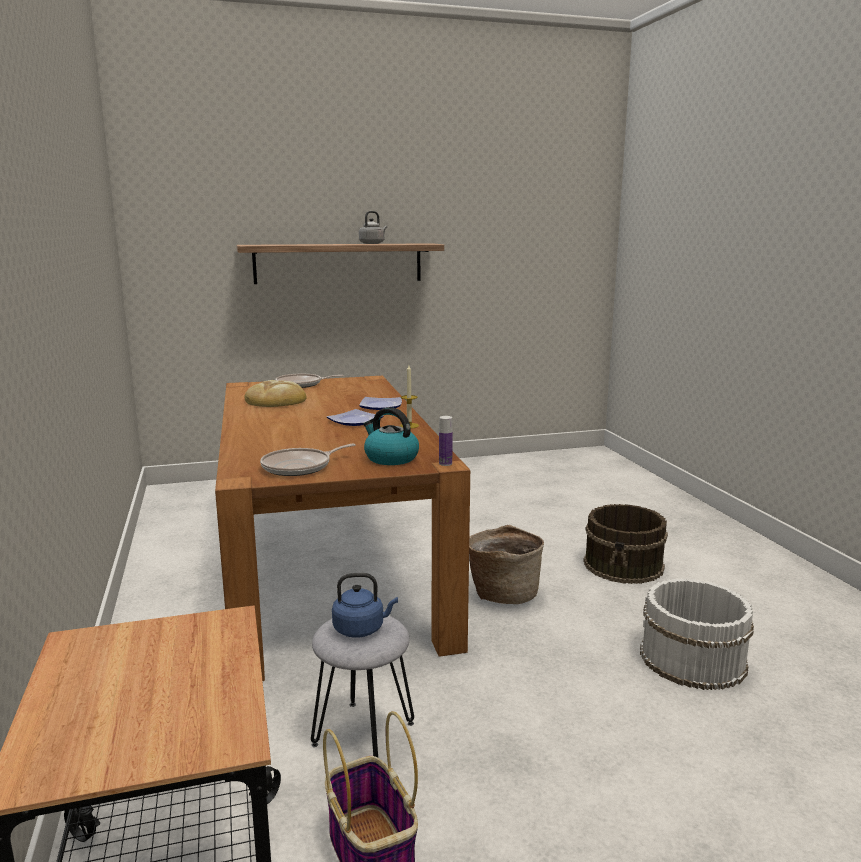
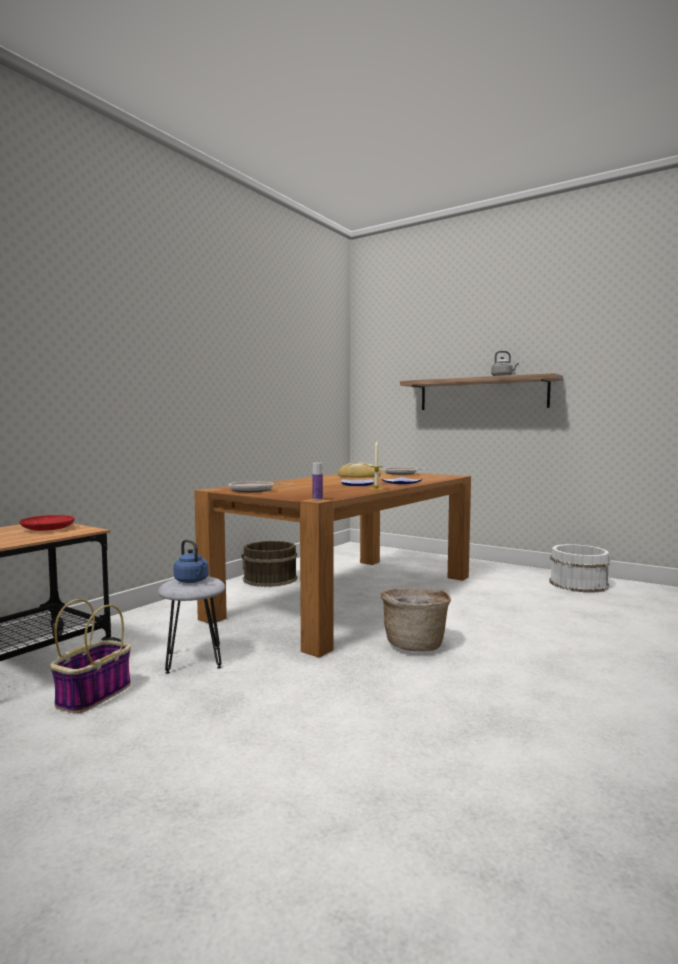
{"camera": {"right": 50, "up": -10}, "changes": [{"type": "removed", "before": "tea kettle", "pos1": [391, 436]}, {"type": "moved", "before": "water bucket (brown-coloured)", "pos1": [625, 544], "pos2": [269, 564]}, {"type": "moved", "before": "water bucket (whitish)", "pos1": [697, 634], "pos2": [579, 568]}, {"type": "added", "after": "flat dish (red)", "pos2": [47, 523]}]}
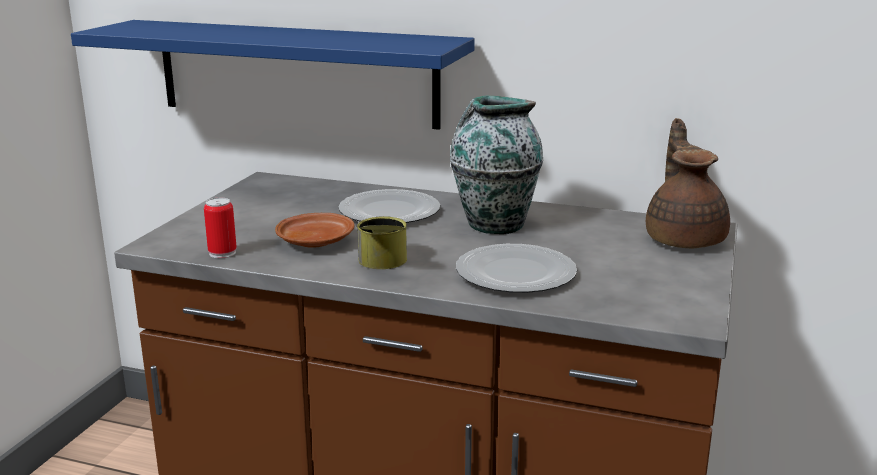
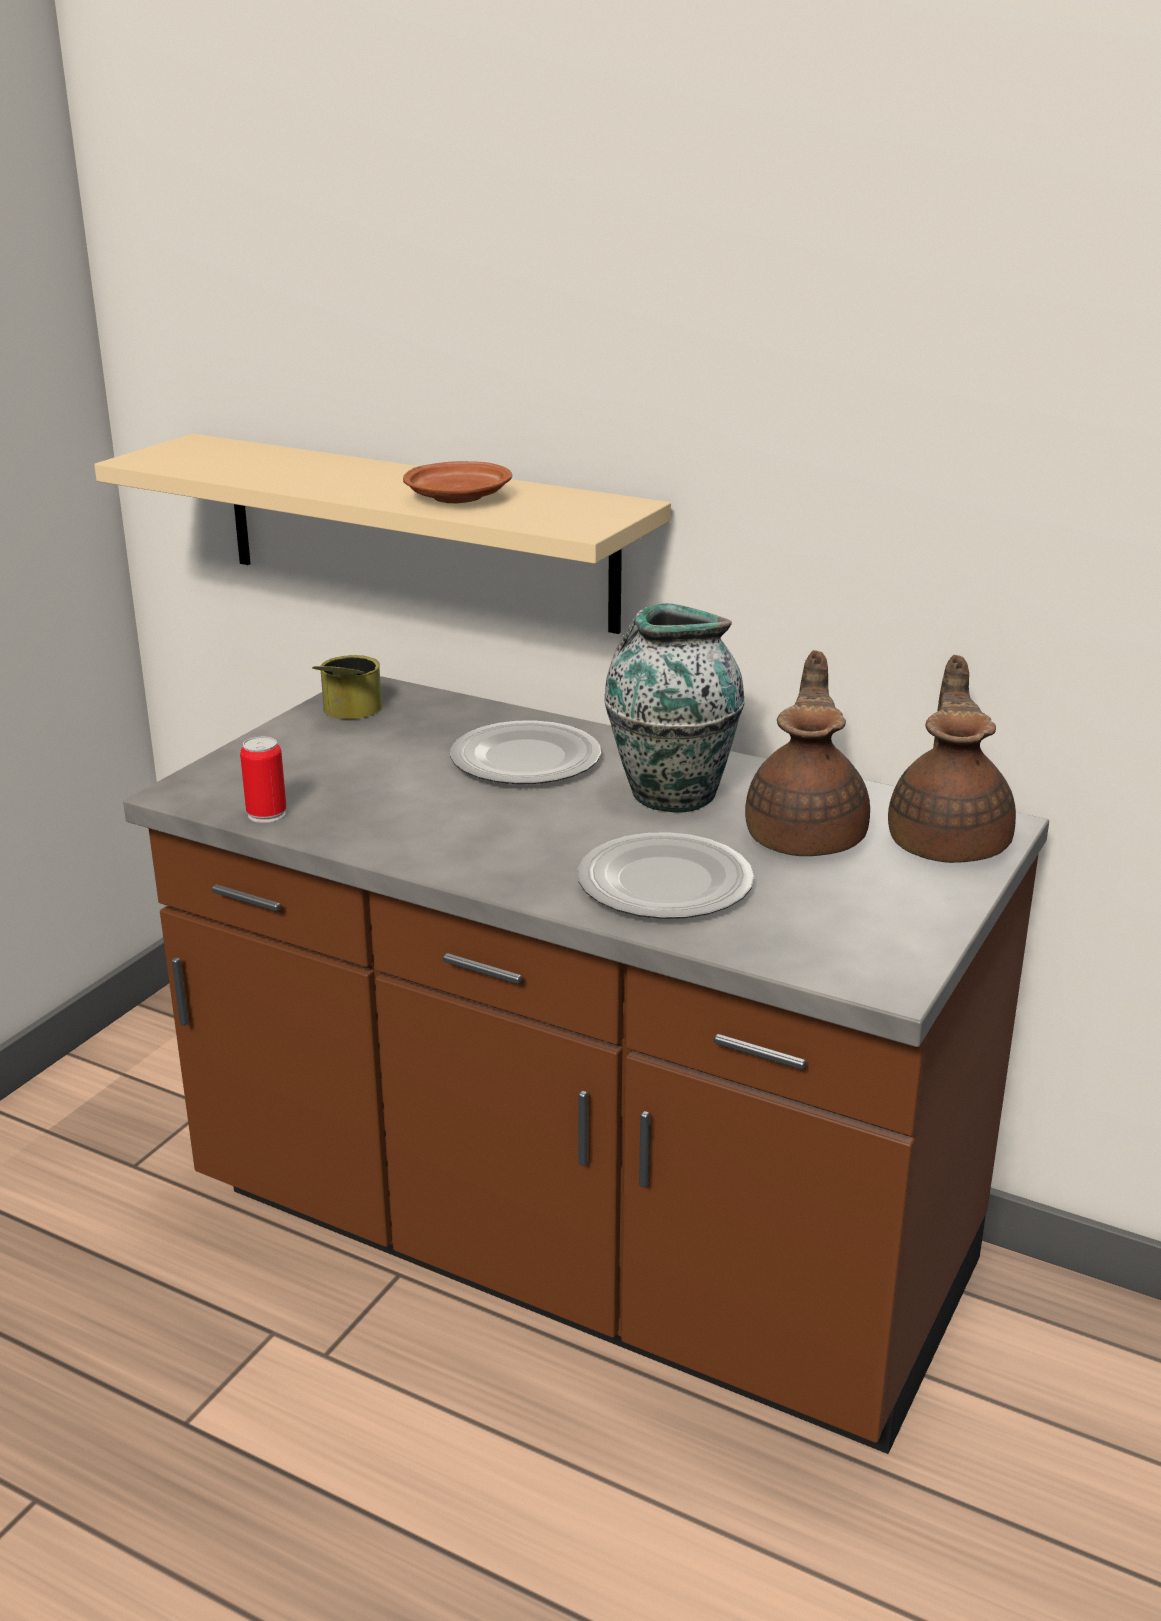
{"camera": {"right": 10, "up": 5}, "changes": [{"type": "recoloured", "before": "wall shelf (blue-coloured)", "after": "wall shelf (beige)", "pos1": [273, 75], "pos2": [382, 534]}, {"type": "moved", "before": "flat dish (brown-coloured)", "pos1": [314, 230], "pos2": [457, 482]}, {"type": "moved", "before": "metal can", "pos1": [382, 242], "pos2": [347, 687]}, {"type": "added", "after": "pot for tea (brown-coloured)", "pos2": [807, 753]}]}
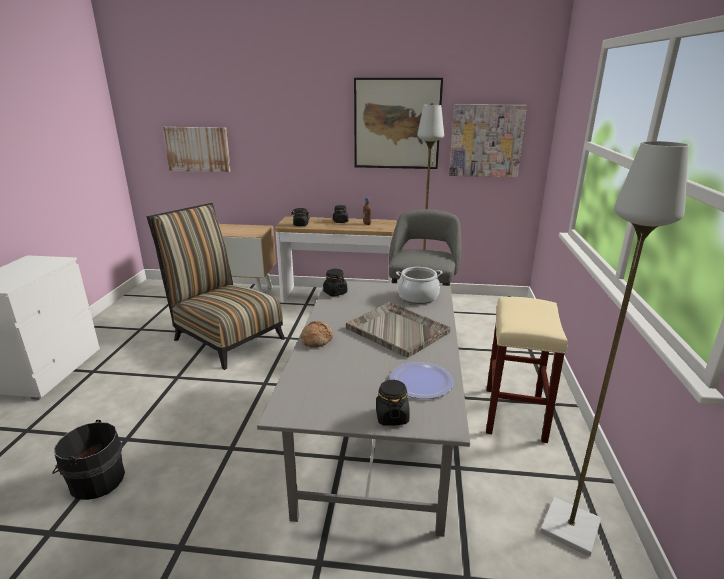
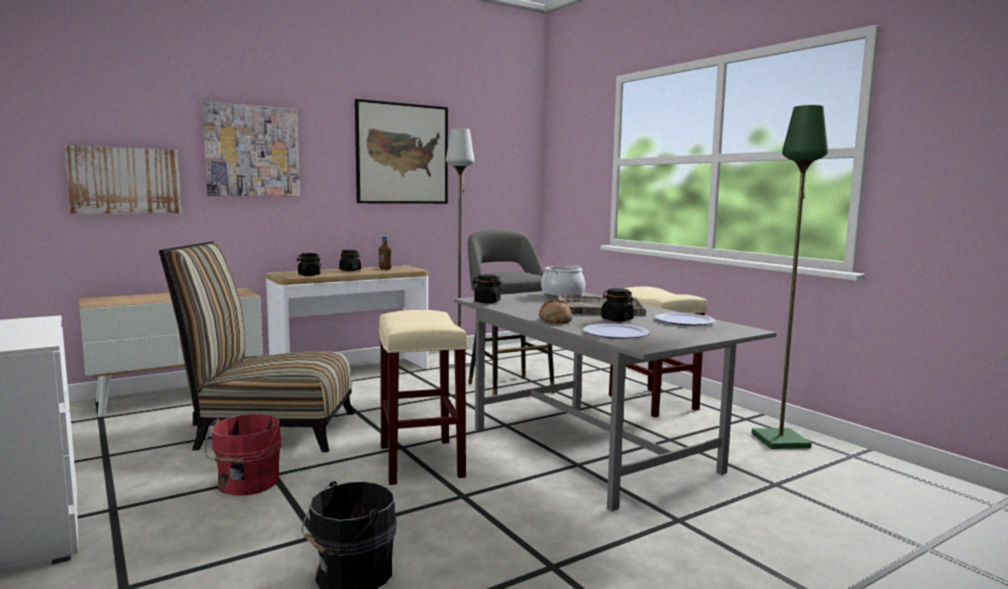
{"camera": {"right": -40, "up": -15}, "changes": [{"type": "moved", "before": "wall picture", "pos1": [488, 140], "pos2": [251, 149]}, {"type": "recoloured", "before": "standard lamp (greyish)", "after": "standard lamp (greenish)", "pos1": [614, 349], "pos2": [790, 277]}, {"type": "moved", "before": "jar (blackish)", "pos1": [393, 402], "pos2": [617, 305]}, {"type": "added", "after": "sitting stool (beige)", "pos2": [423, 397]}, {"type": "added", "after": "flat dish", "pos2": [616, 331]}, {"type": "added", "after": "water bucket (red)", "pos2": [243, 455]}]}
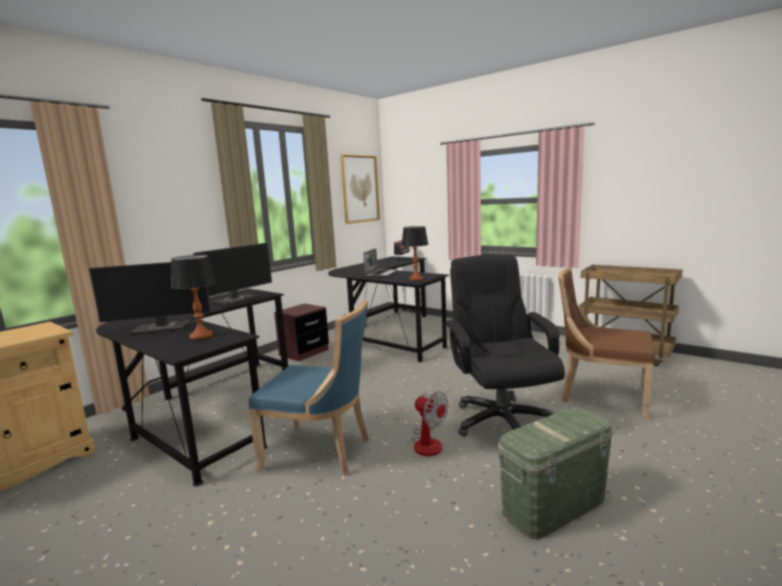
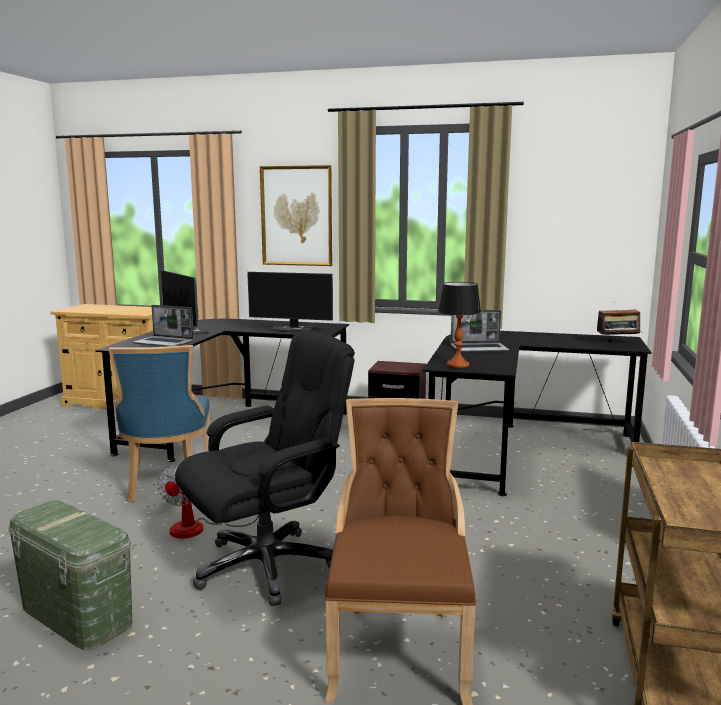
{"camera": {"right": 65, "up": 0}, "changes": [{"type": "moved", "before": "wall picture", "pos1": [360, 189], "pos2": [296, 215]}, {"type": "replaced", "before": "tabletop lamp", "after": "notebook computer", "pos1": [193, 297], "pos2": [163, 326]}]}
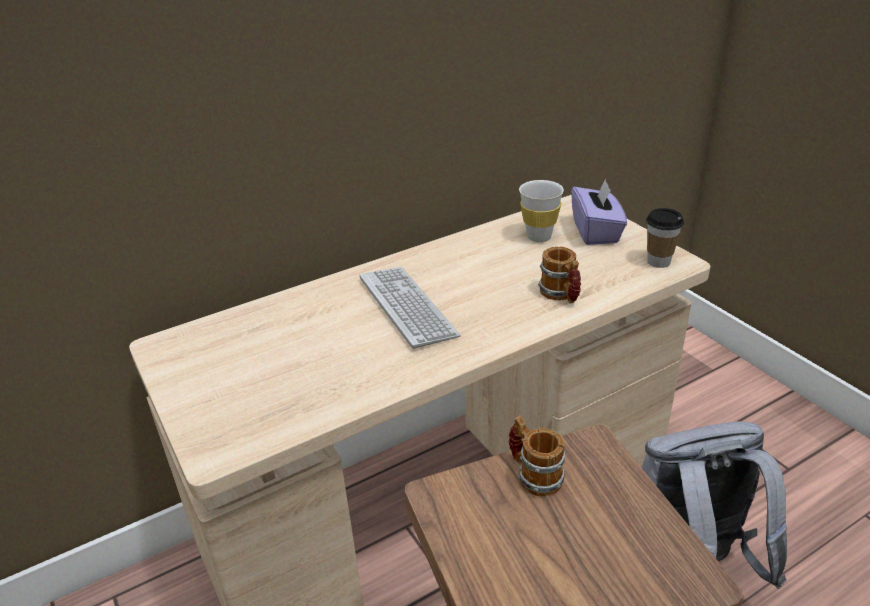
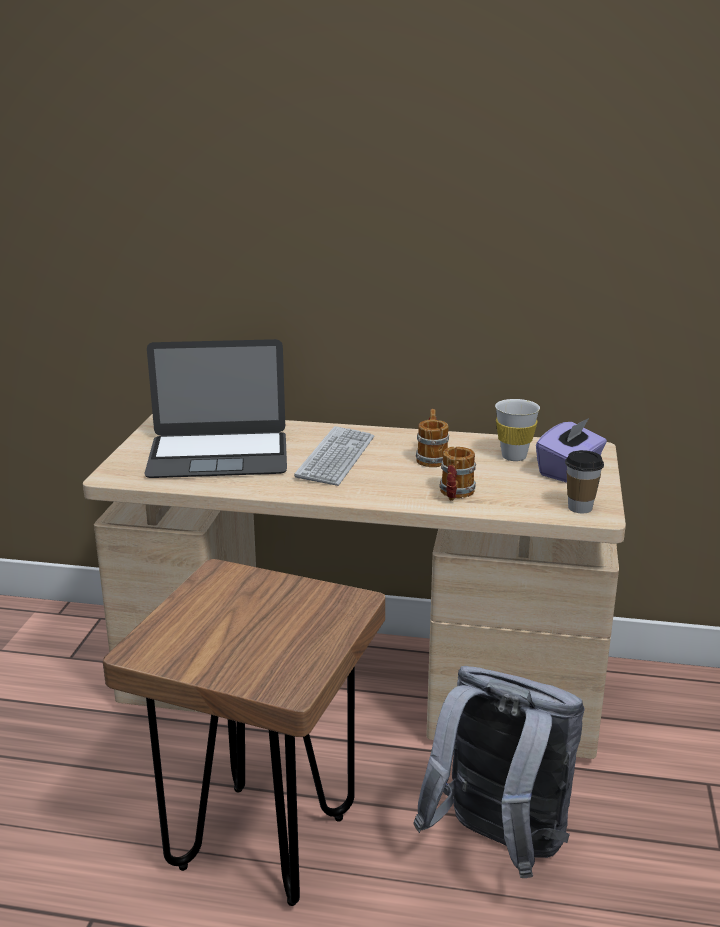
{"camera": {"right": 40, "up": -10}, "changes": [{"type": "moved", "before": "mug", "pos1": [537, 456], "pos2": [432, 438]}, {"type": "added", "after": "notebook computer", "pos2": [215, 408]}]}
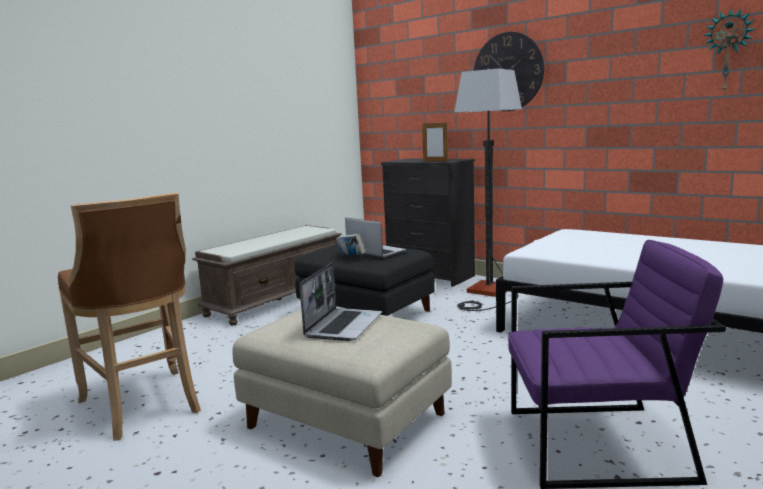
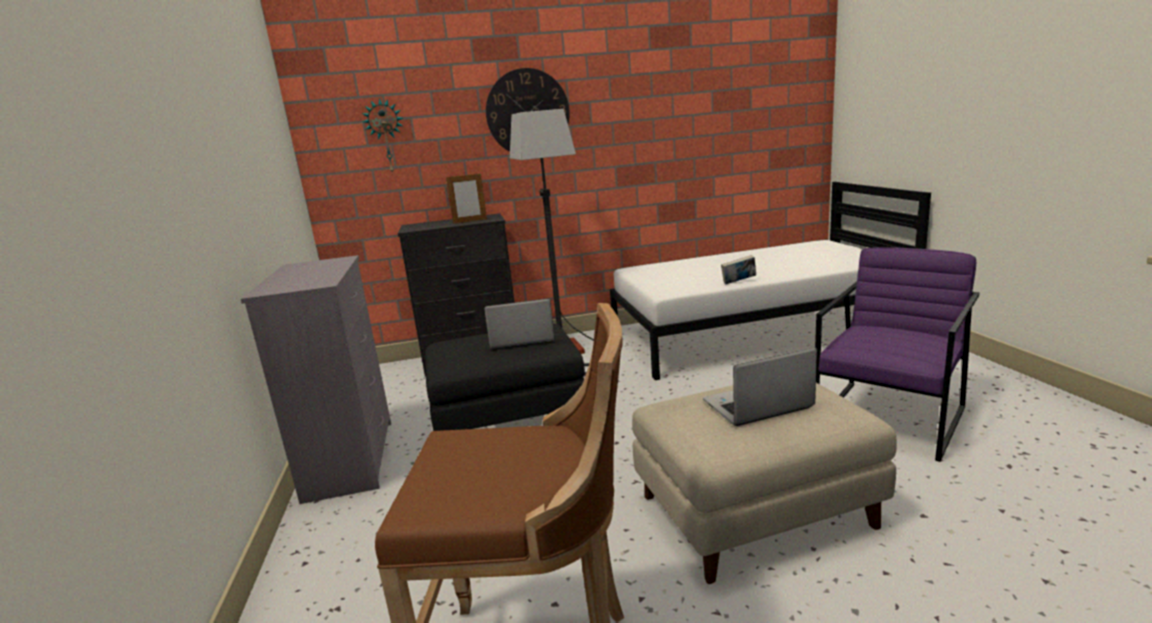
{"camera": {"right": -50, "up": 5}, "changes": [{"type": "moved", "before": "wall clock", "pos1": [730, 50], "pos2": [382, 136]}, {"type": "replaced", "before": "long seat (brown-coloured)", "after": "chest of drawers (greyish)", "pos1": [267, 275], "pos2": [316, 379]}, {"type": "moved", "before": "book", "pos1": [350, 245], "pos2": [738, 269]}, {"type": "turned", "before": "notebook computer", "pos1": [341, 302], "pos2": [760, 387], "turn": -75}]}
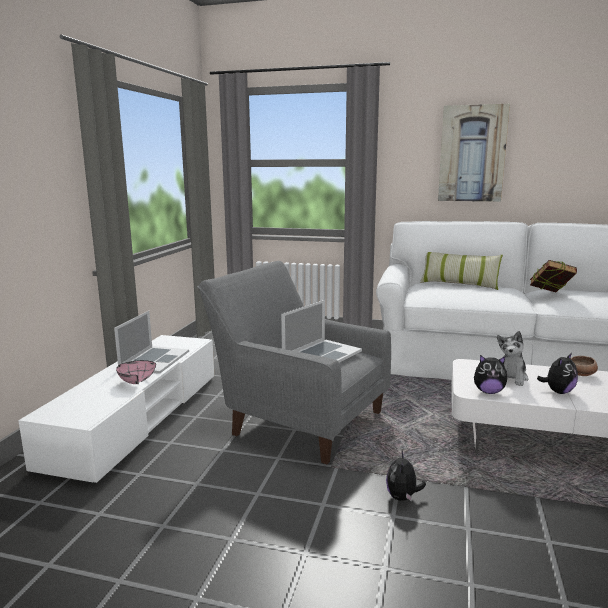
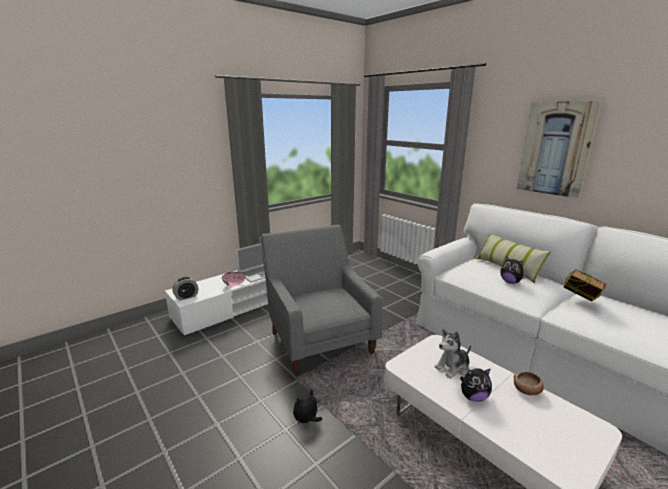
{"camera": {"right": 35, "up": 5}, "changes": [{"type": "removed", "before": "notebook computer", "pos1": [321, 331]}, {"type": "moved", "before": "soft toy", "pos1": [491, 374], "pos2": [513, 270]}, {"type": "added", "after": "bedside clock", "pos2": [185, 289]}]}
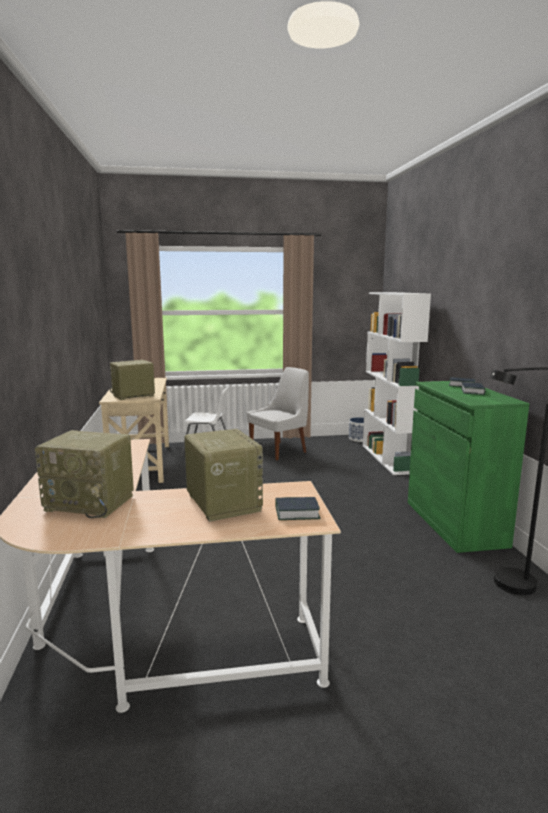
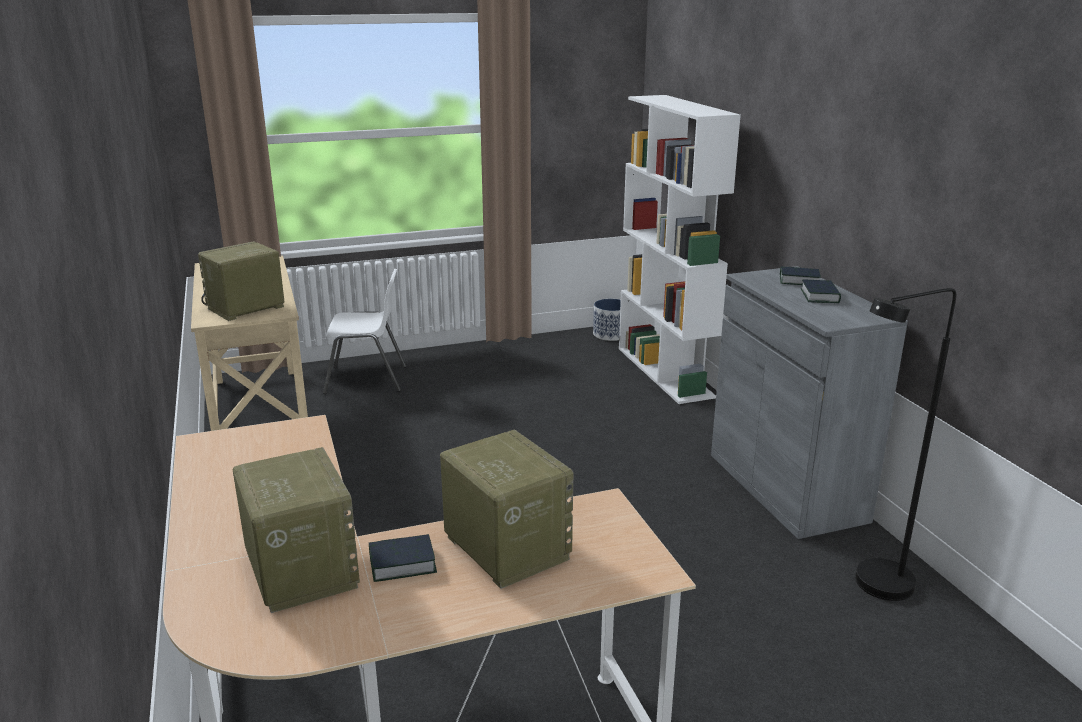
{"camera": {"right": -10, "up": 10}, "changes": [{"type": "removed", "before": "upright chair (whitish)", "pos1": [278, 413]}, {"type": "recoloured", "before": "cupboard (greenish)", "after": "cupboard (greyish)", "pos1": [468, 467], "pos2": [809, 402]}, {"type": "turned", "before": "radio receiver", "pos1": [84, 474], "pos2": [296, 530], "turn": -120}, {"type": "moved", "before": "book", "pos1": [298, 508], "pos2": [403, 558]}]}
